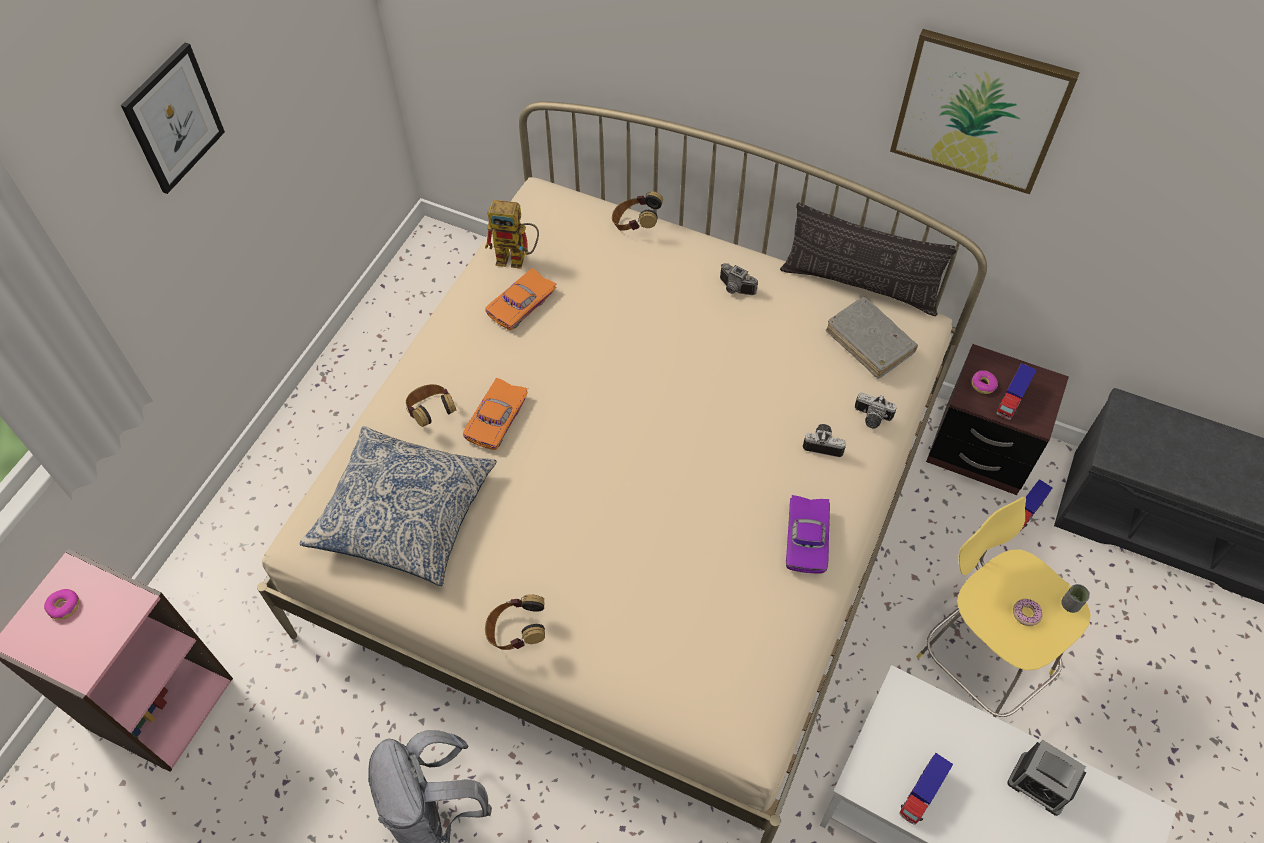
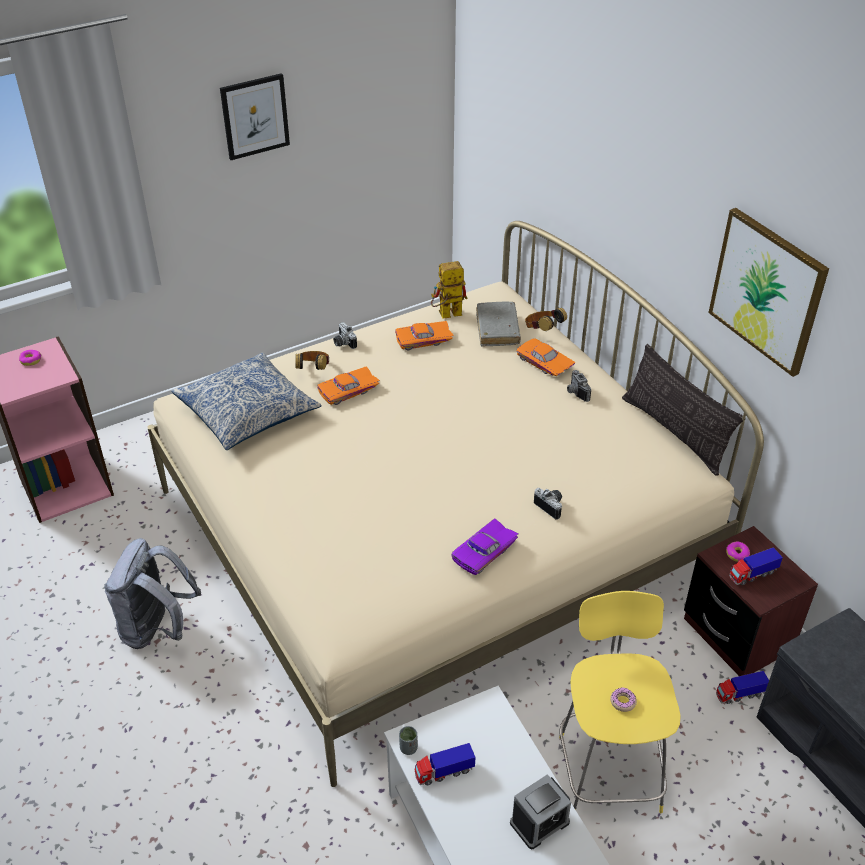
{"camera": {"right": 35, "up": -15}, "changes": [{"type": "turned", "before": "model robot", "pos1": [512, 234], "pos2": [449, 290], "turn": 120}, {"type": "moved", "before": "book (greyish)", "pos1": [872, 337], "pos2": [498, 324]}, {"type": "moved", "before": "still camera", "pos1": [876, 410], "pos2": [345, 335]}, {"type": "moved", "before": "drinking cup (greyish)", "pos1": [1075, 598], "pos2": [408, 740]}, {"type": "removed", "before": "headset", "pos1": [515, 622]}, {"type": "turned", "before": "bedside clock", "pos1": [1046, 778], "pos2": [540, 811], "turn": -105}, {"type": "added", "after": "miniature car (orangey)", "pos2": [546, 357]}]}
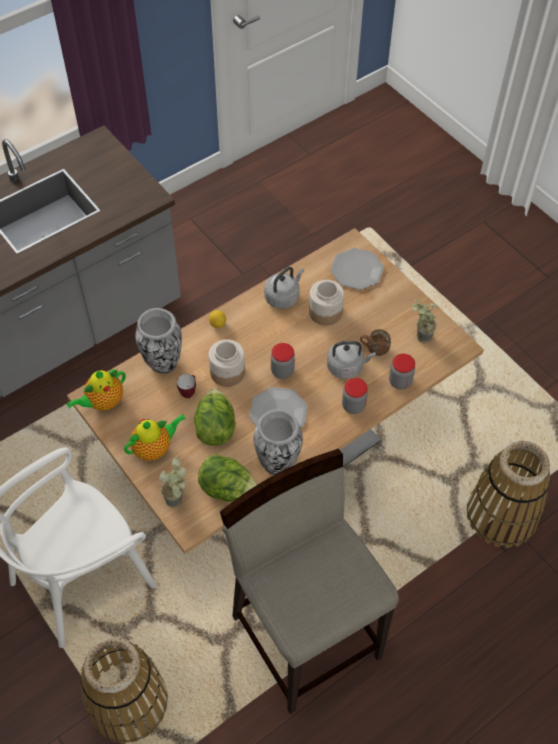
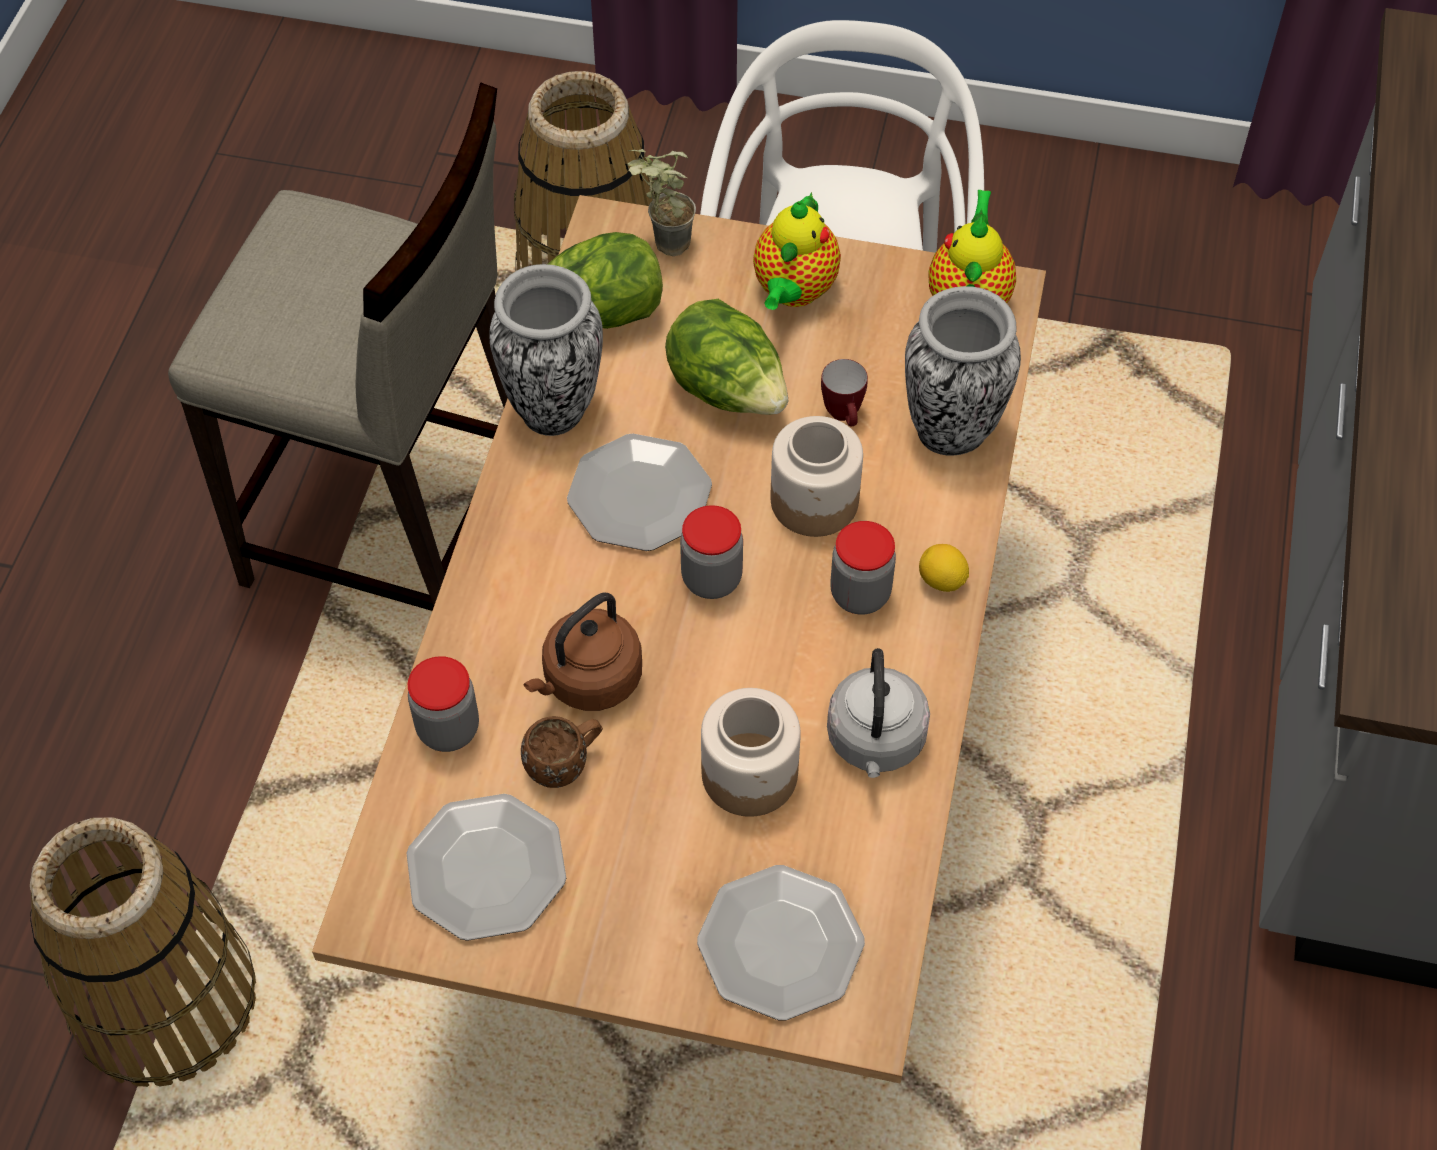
{"camera": {"right": 140, "up": 0}, "changes": [{"type": "replaced", "before": "potted plant", "after": "flat dish", "pos1": [425, 321], "pos2": [486, 867]}, {"type": "recoloured", "before": "tea kettle (greyish)", "after": "tea kettle (brown-coloured)", "pos1": [351, 360], "pos2": [583, 651]}, {"type": "moved", "before": "jar", "pos1": [355, 396], "pos2": [863, 567]}]}
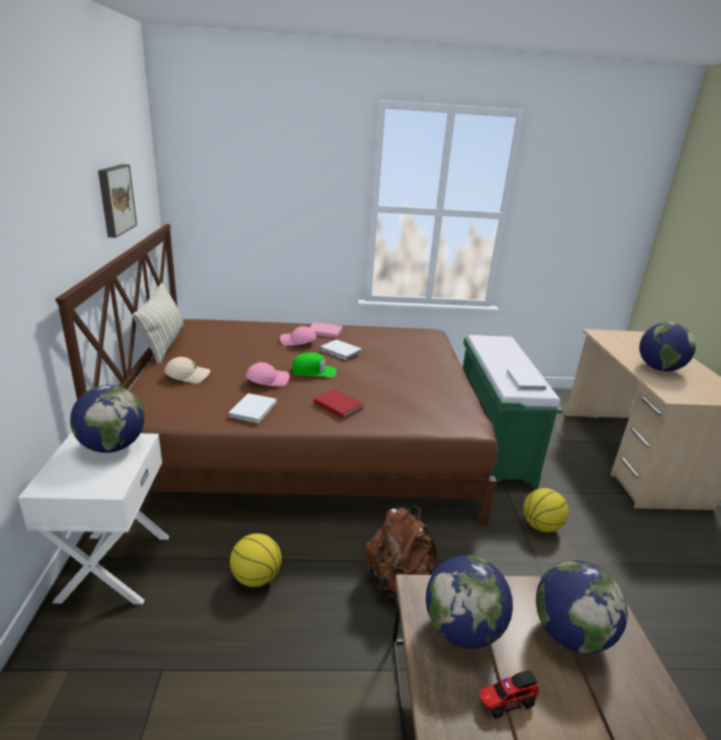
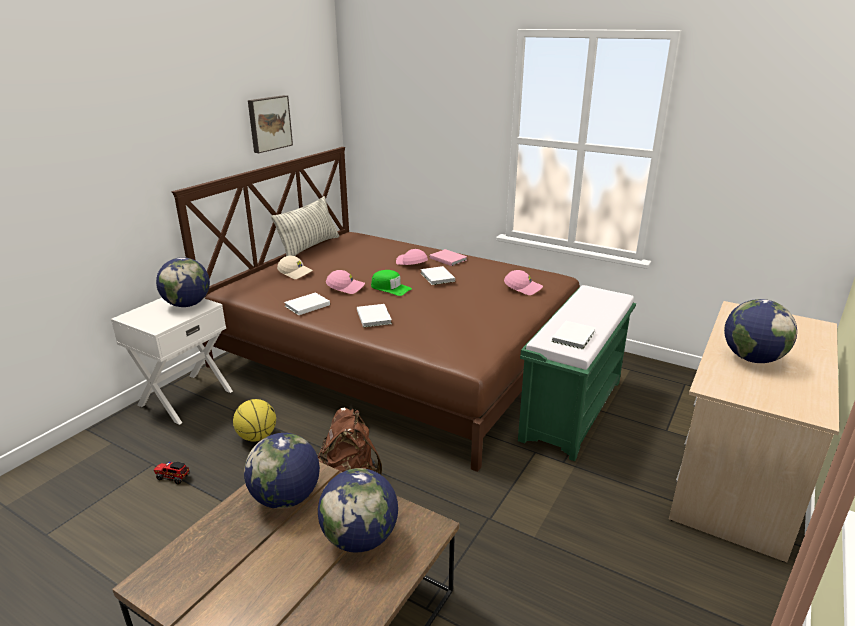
{"camera": {"right": 35, "up": 0}, "changes": [{"type": "recoloured", "before": "book (red)", "after": "book (whitish)", "pos1": [339, 404], "pos2": [374, 315]}, {"type": "removed", "before": "ball for basketball", "pos1": [546, 510]}, {"type": "moved", "before": "toy lorry", "pos1": [509, 694], "pos2": [172, 473]}, {"type": "added", "after": "baseball cap (pink)", "pos2": [523, 282]}]}
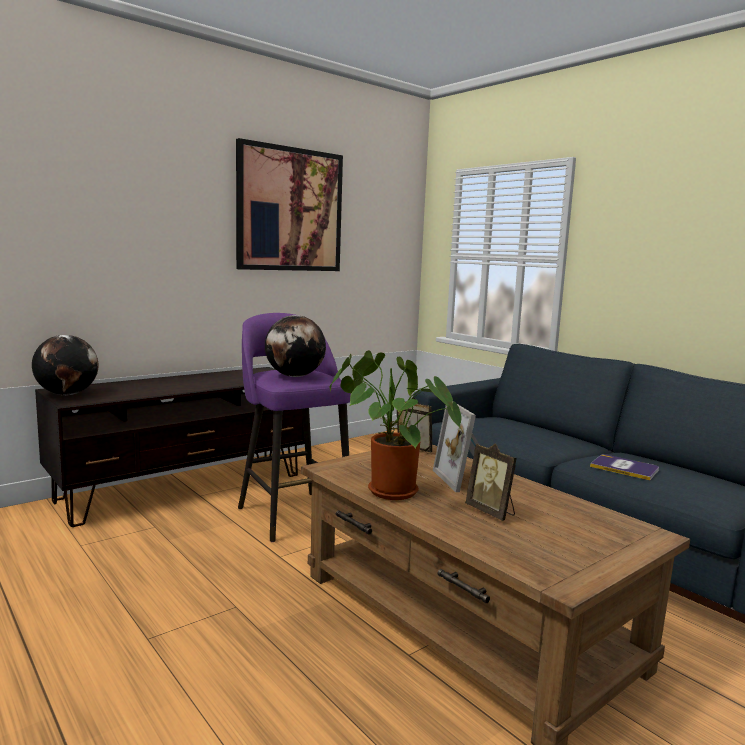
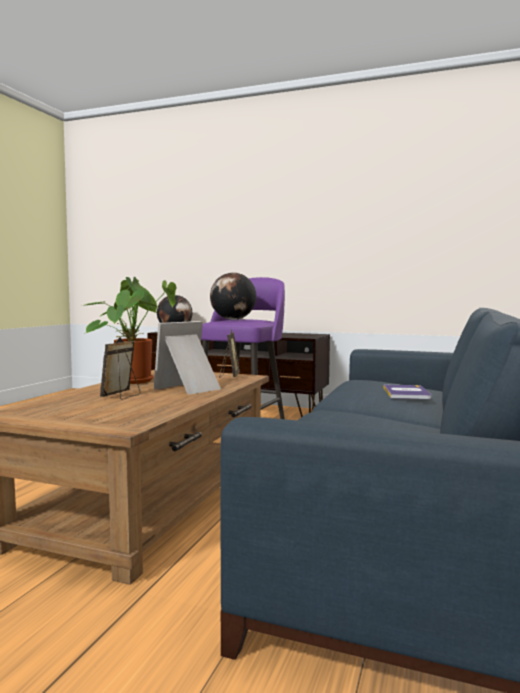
{"camera": {"right": 60, "up": -5}, "changes": [{"type": "removed", "before": "wall picture", "pos1": [289, 204]}, {"type": "moved", "before": "book", "pos1": [624, 467], "pos2": [407, 391]}]}
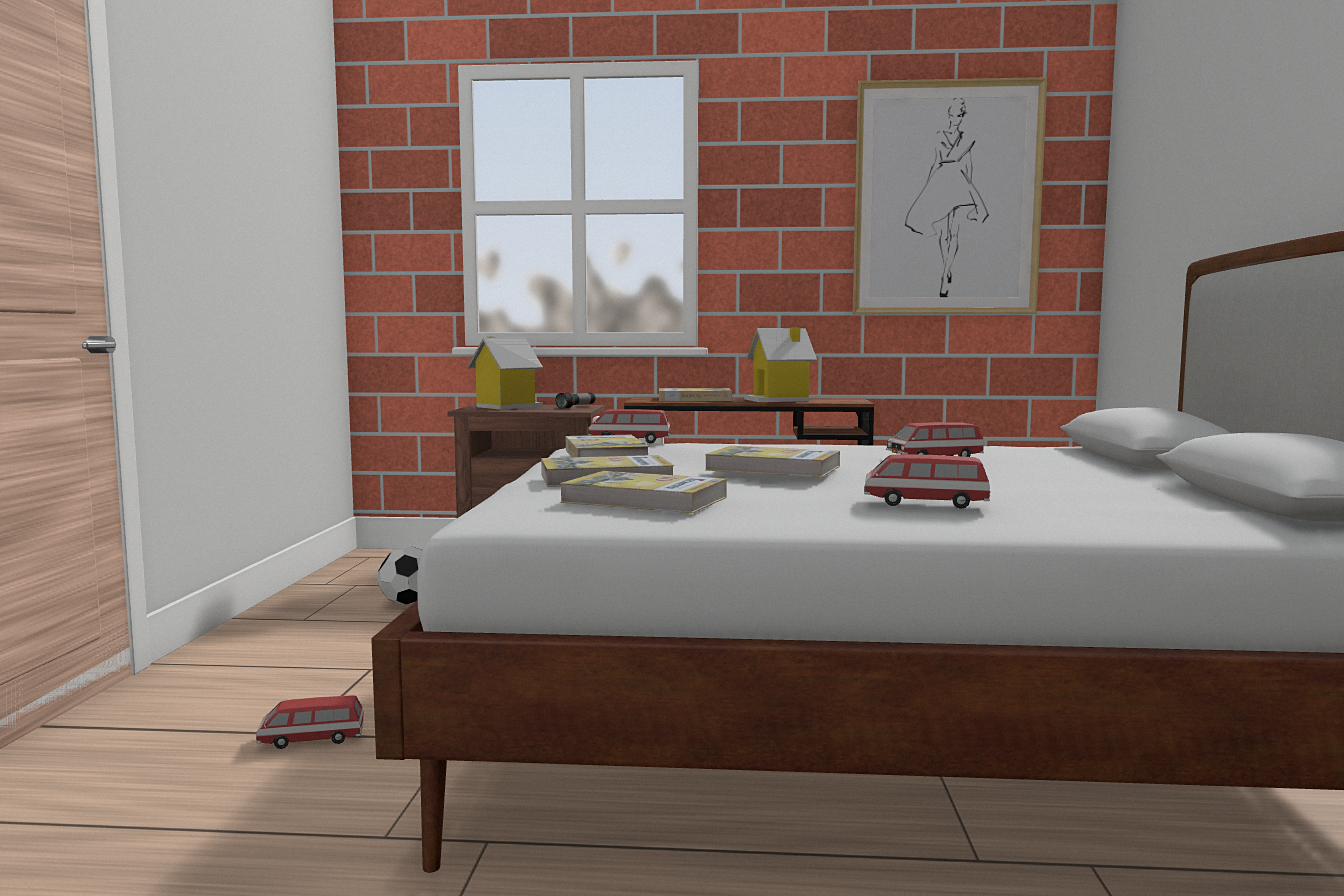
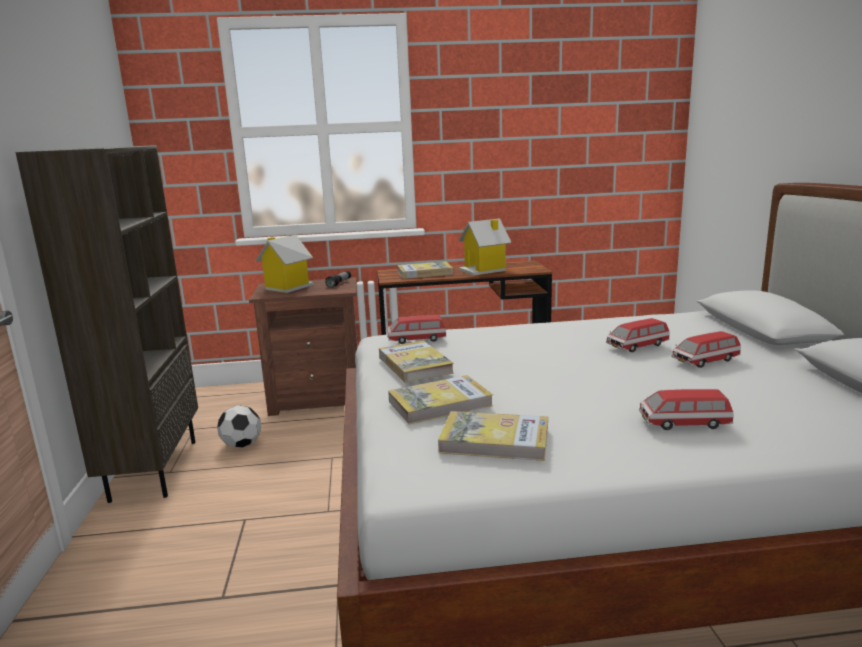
{"camera": {"right": -10, "up": 10}, "changes": [{"type": "removed", "before": "wall picture", "pos1": [950, 195]}, {"type": "removed", "before": "book", "pos1": [772, 461]}, {"type": "moved", "before": "miniature car", "pos1": [310, 722], "pos2": [706, 349]}, {"type": "added", "after": "shelving unit (brown-coloured)", "pos2": [106, 324]}]}
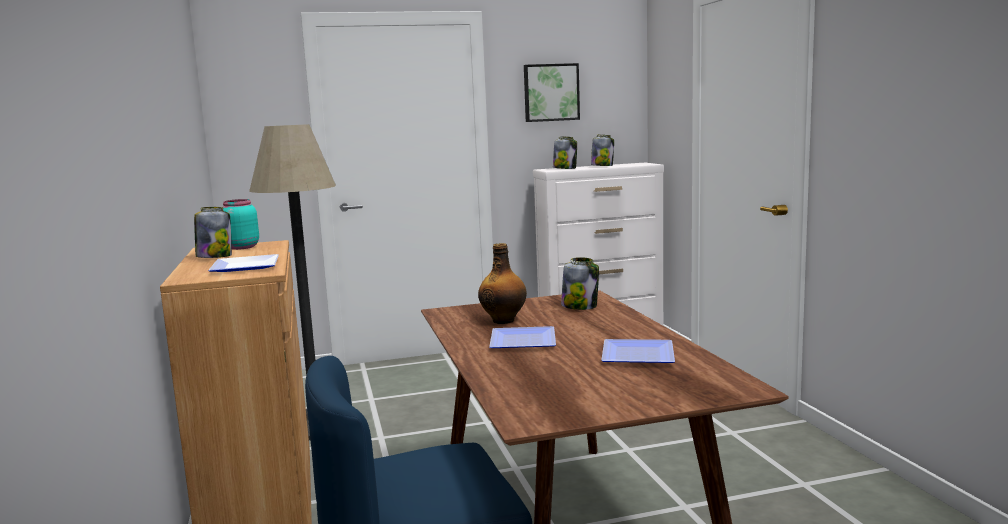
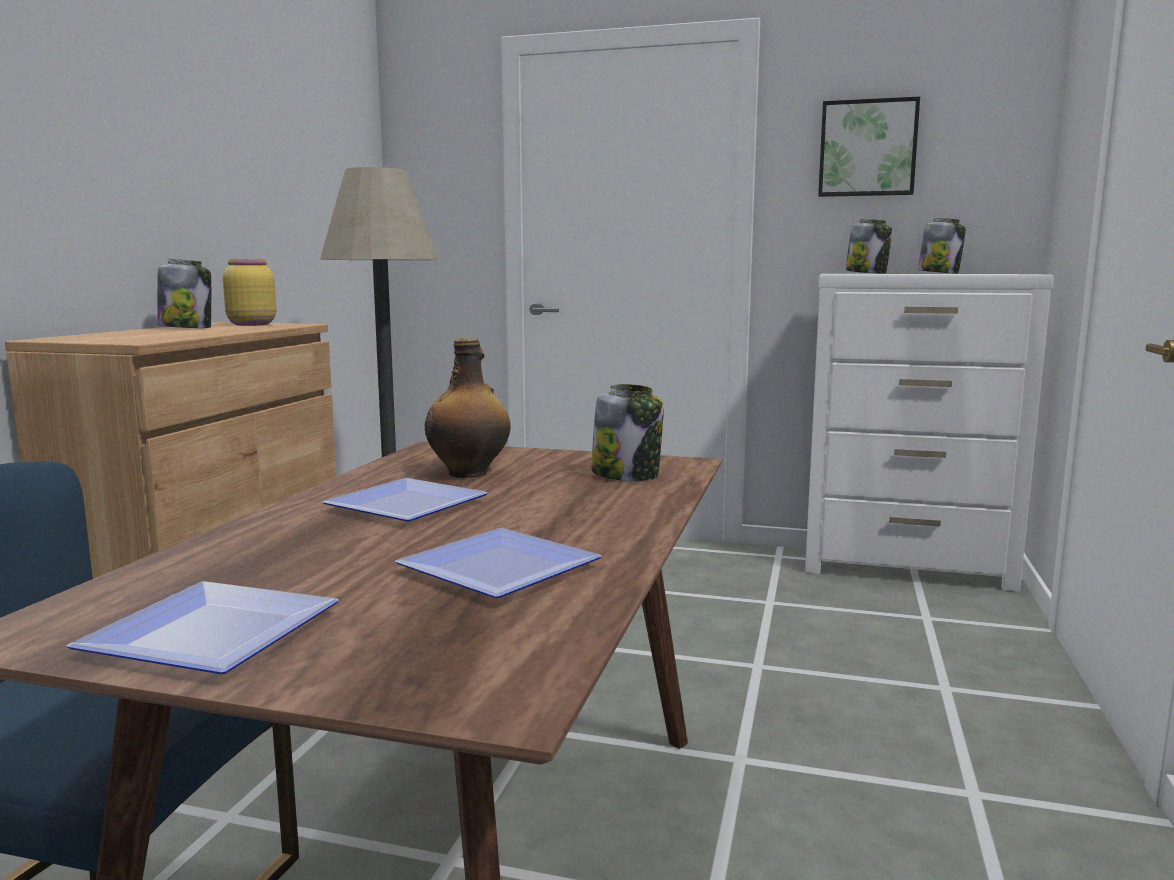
{"camera": {"right": 30, "up": 0}, "changes": [{"type": "recoloured", "before": "jar (turquoise-coloured)", "after": "jar (yellowish)", "pos1": [241, 224], "pos2": [249, 292]}, {"type": "moved", "before": "flat dish", "pos1": [243, 263], "pos2": [202, 627]}]}
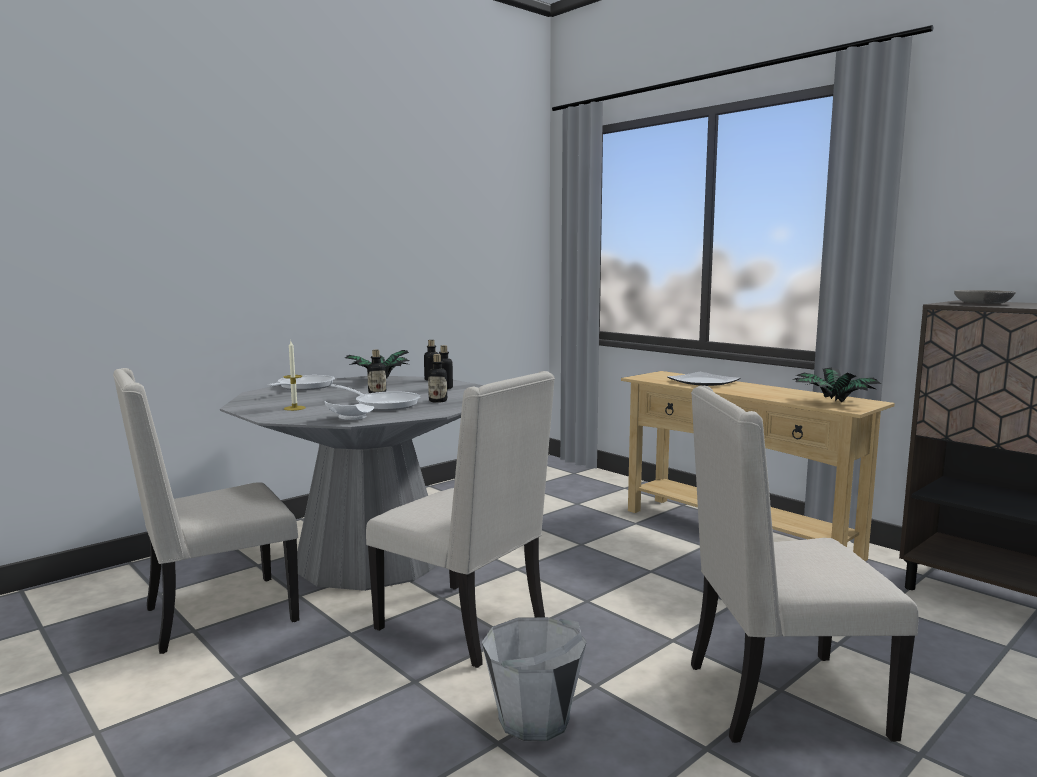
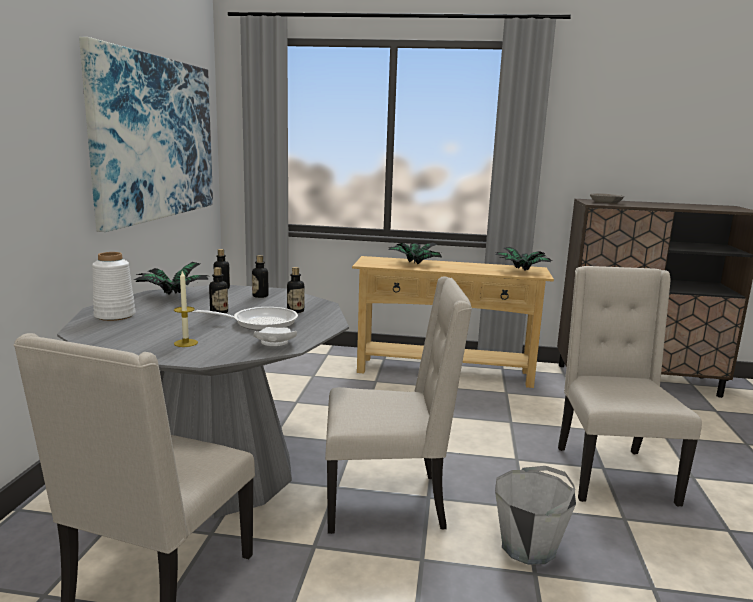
{"camera": {"right": -40, "up": 5}, "changes": [{"type": "replaced", "before": "flat dish", "after": "potted plant", "pos1": [704, 379], "pos2": [415, 253]}, {"type": "replaced", "before": "pan", "after": "flower vase (whitish)", "pos1": [301, 382], "pos2": [114, 286]}, {"type": "turned", "before": "upright chair (beige)", "pos1": [805, 564], "pos2": [630, 386], "turn": 135}, {"type": "added", "after": "wall picture", "pos2": [146, 134]}]}
